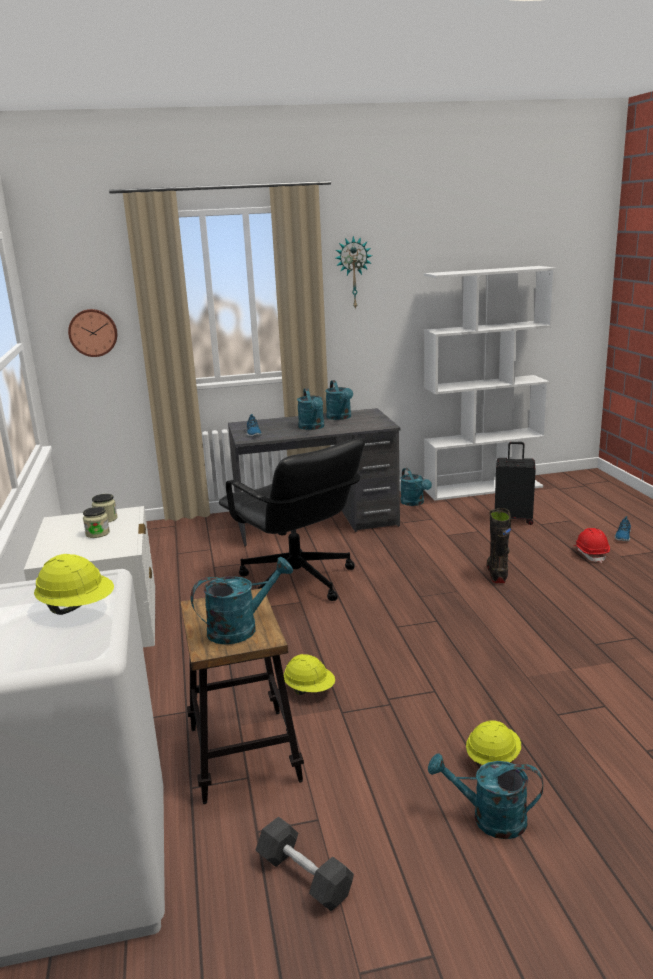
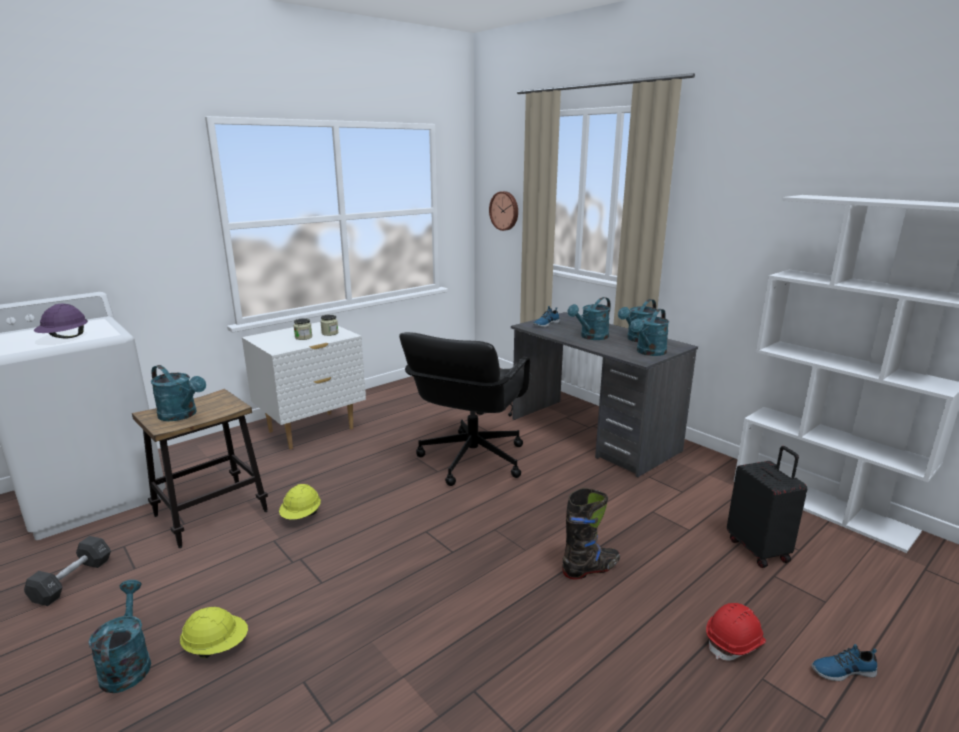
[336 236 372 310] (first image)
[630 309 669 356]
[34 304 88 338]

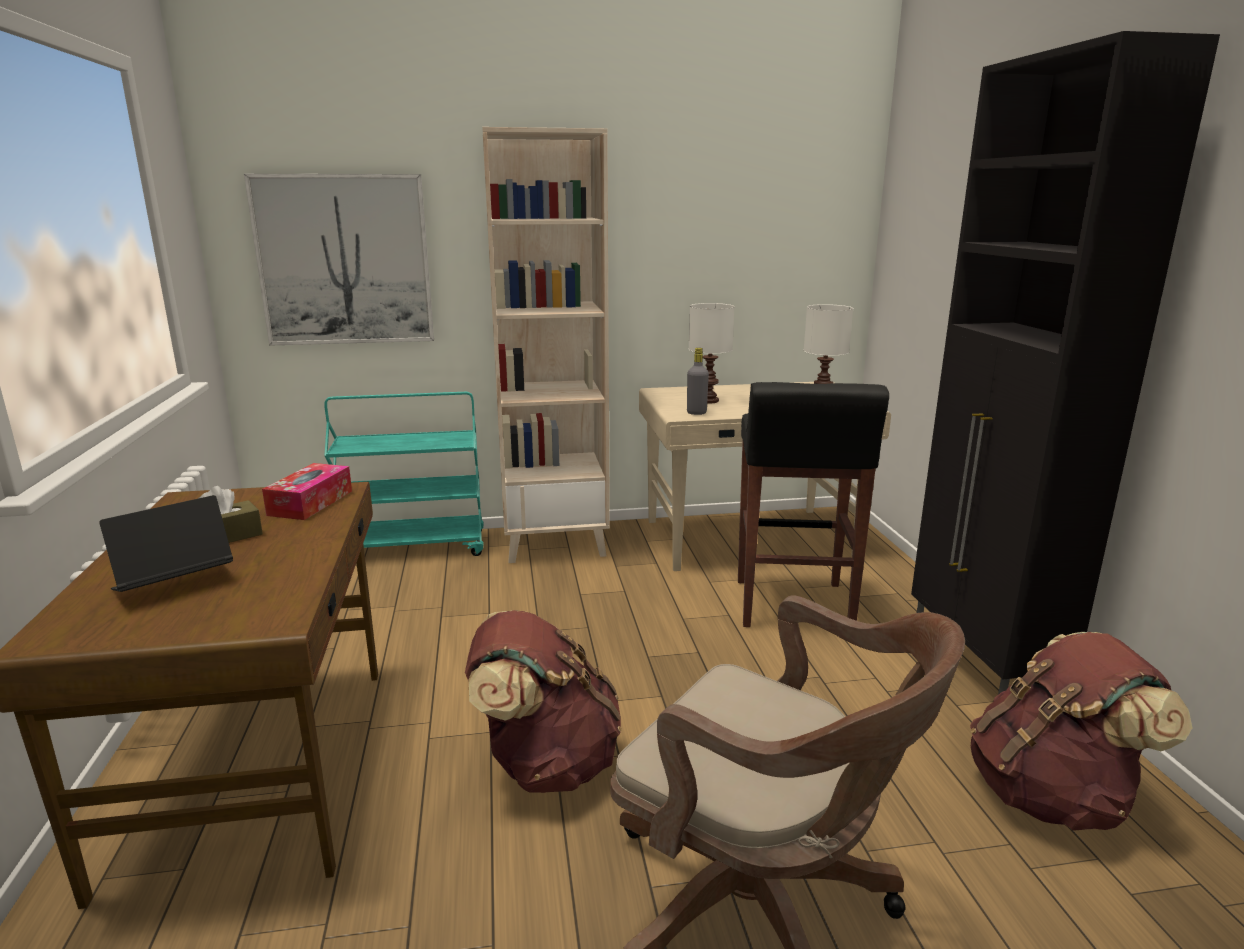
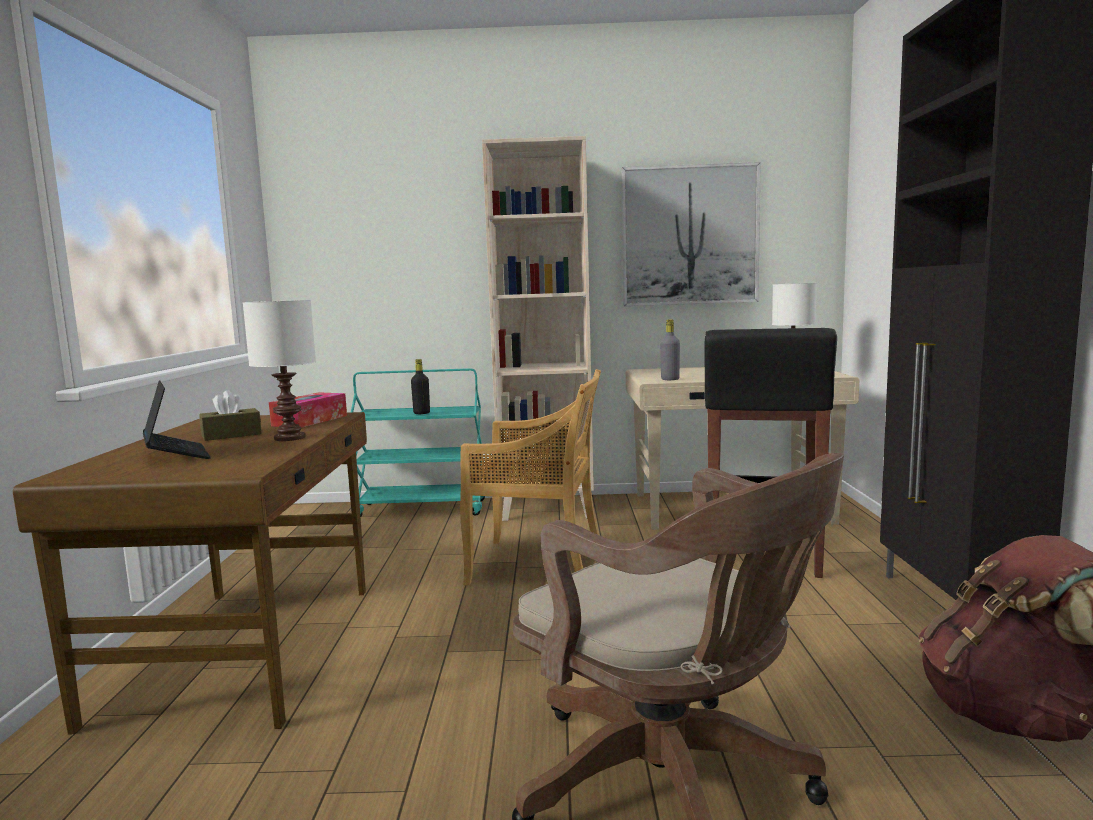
[622 162 761 306]
[243 300 316 441]
[143 380 211 459]
[465 610 621 793] (first image)
[411 359 430 414]
[460 369 601 586]

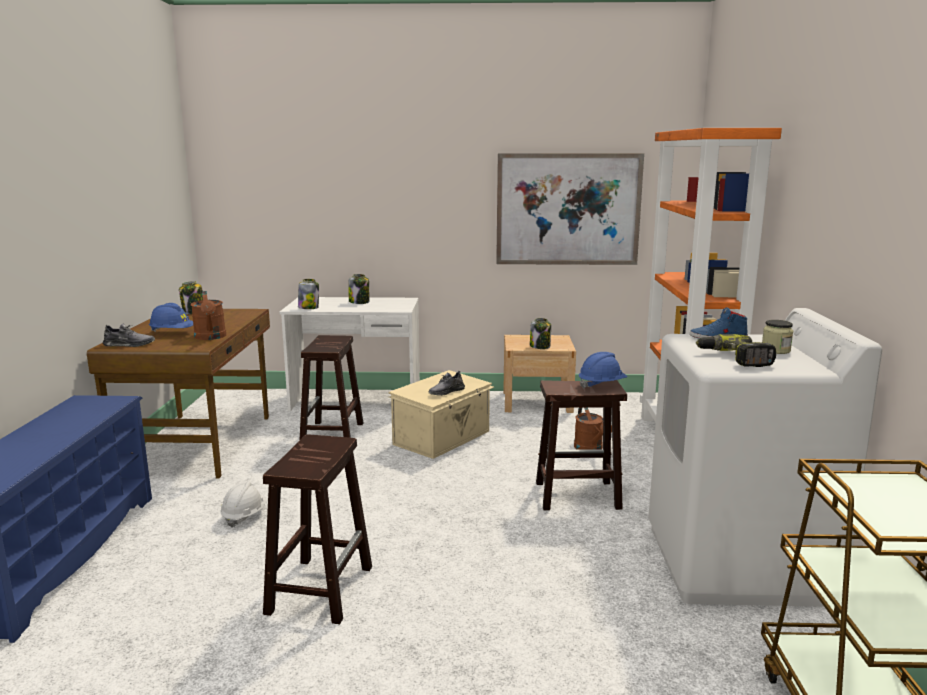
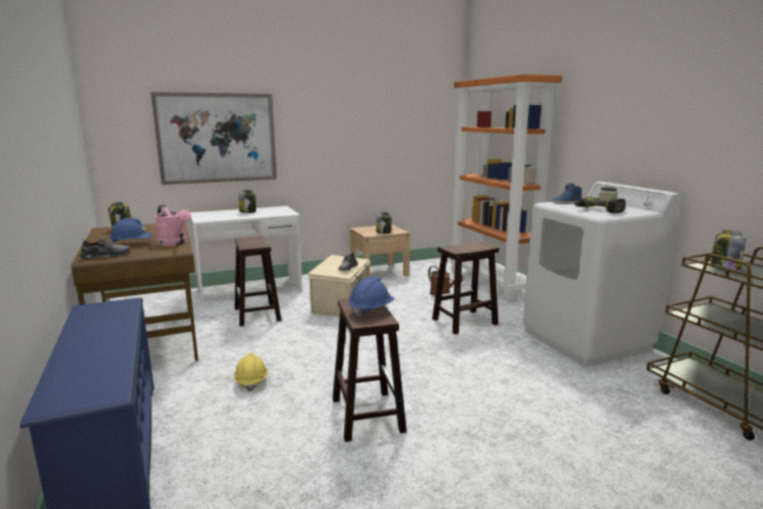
[151 92 277 185]
[710 230 747 270]
[155 205 191 246]
[349 276 395 317]
[234 353 268 392]

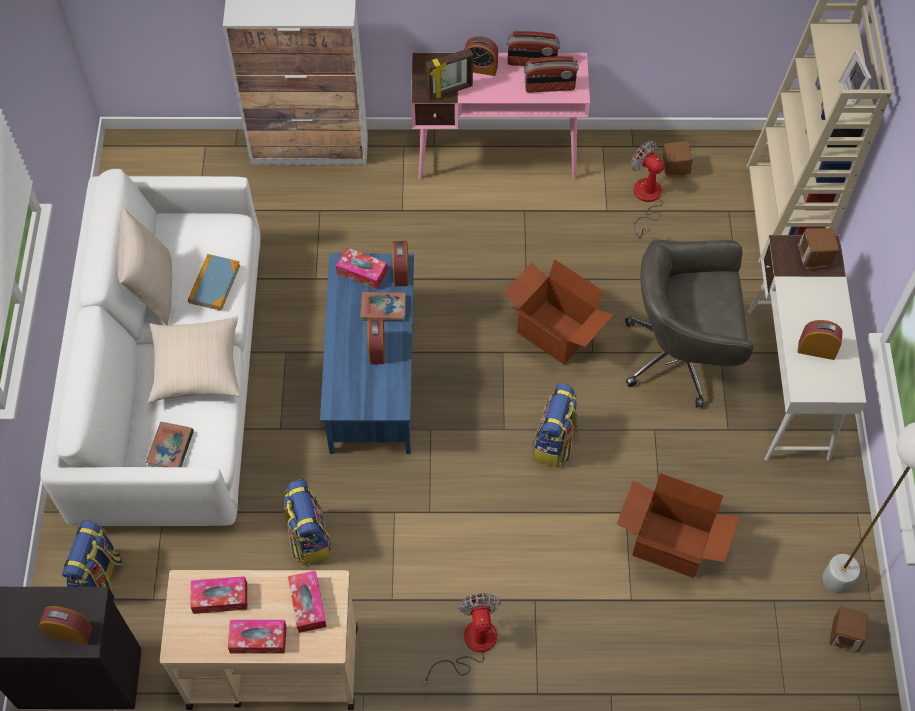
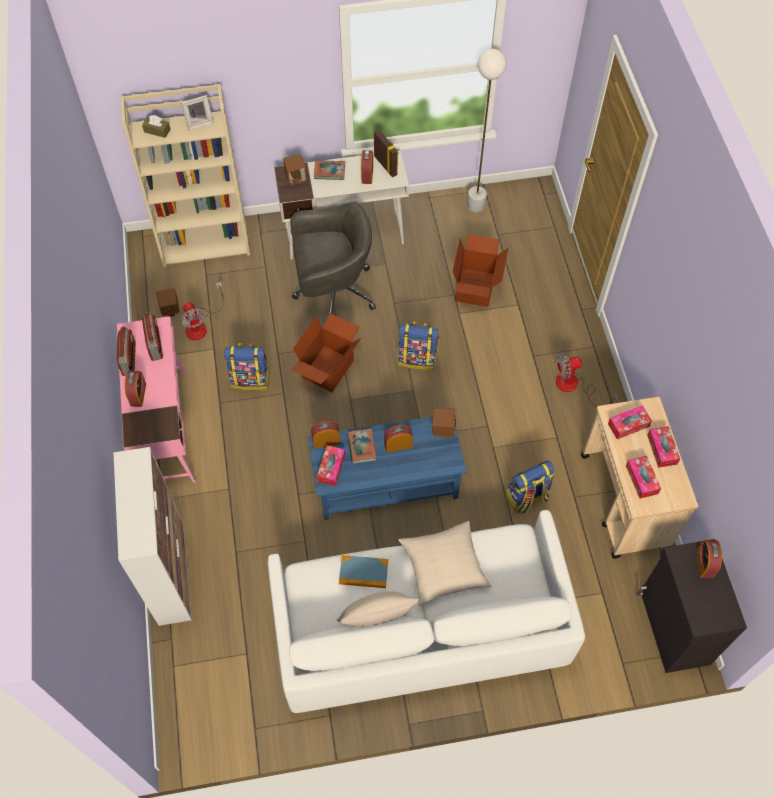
[374 130 399 177]
[180 282 223 340]
[290 202 376 314]
[314 160 345 180]
[224 343 270 390]
[432 408 456 438]
[142 115 171 138]

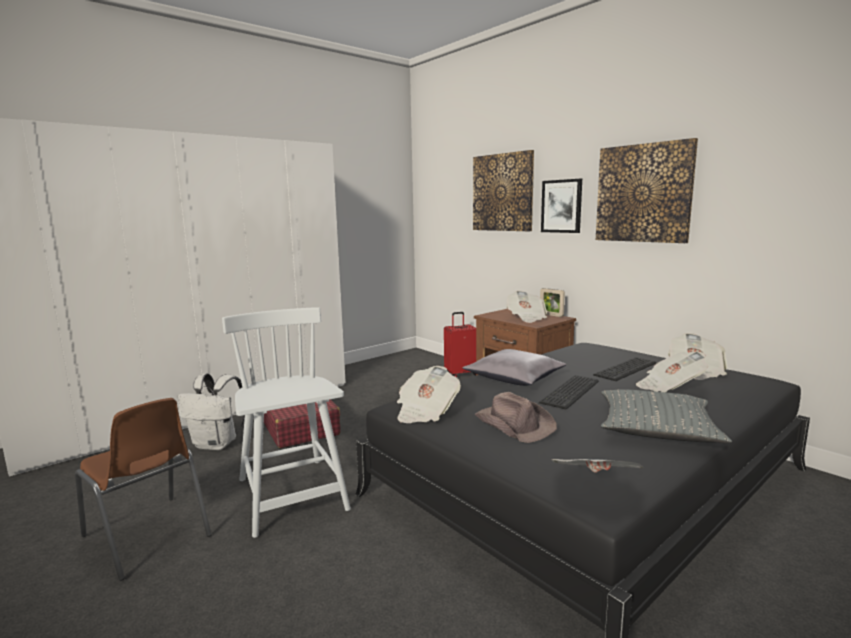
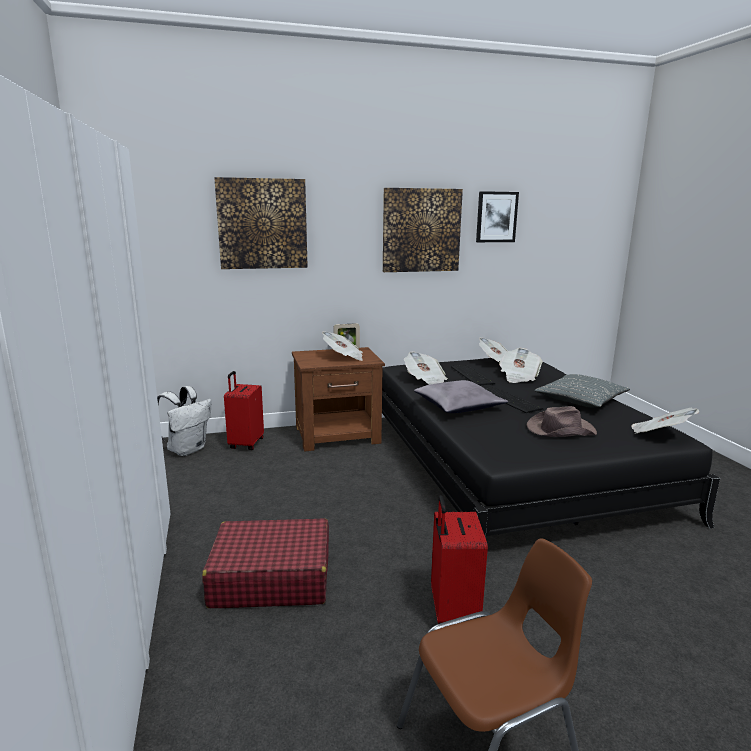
[476 191 519 242]
[431 495 488 624]
[404 351 448 385]
[157 386 212 456]

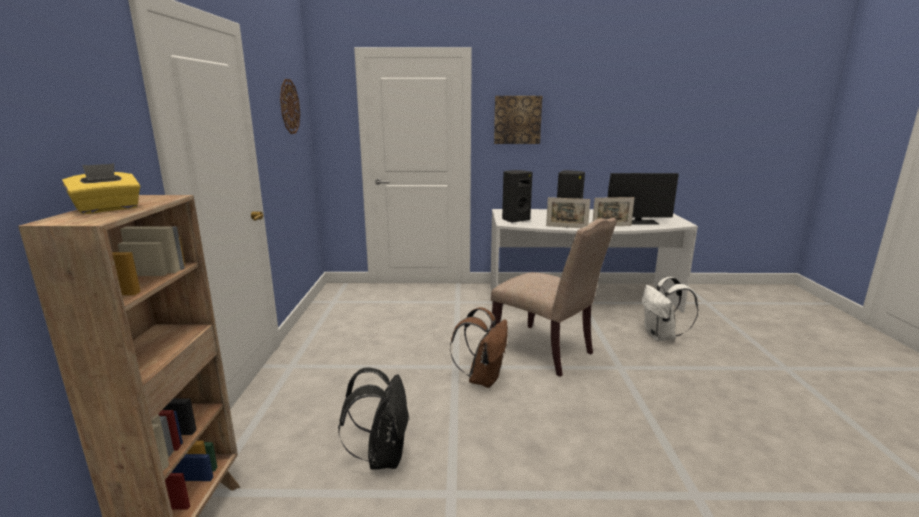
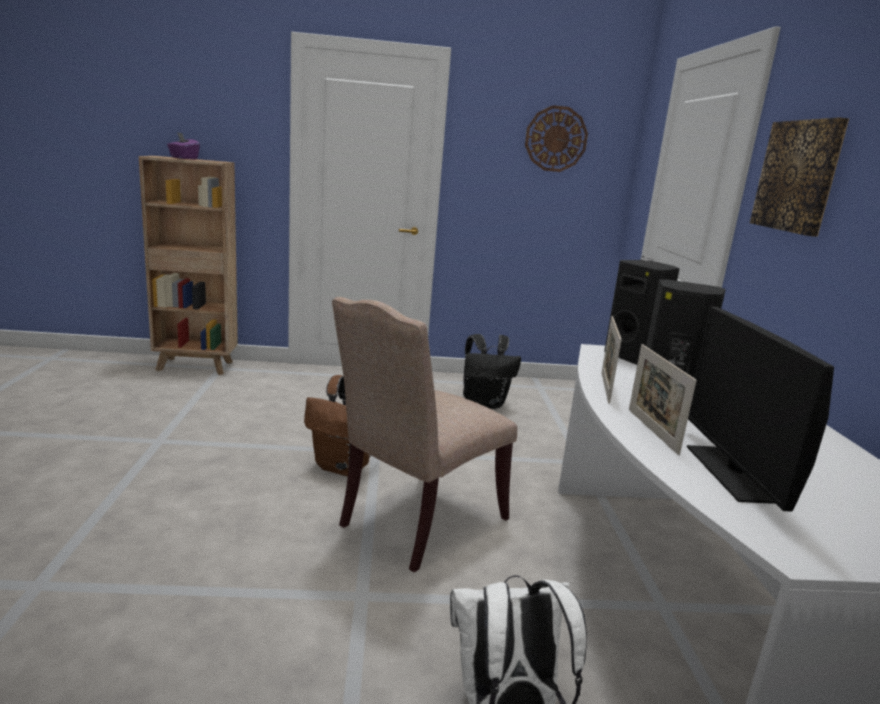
[167 132 200 159]
[463 334 521 409]

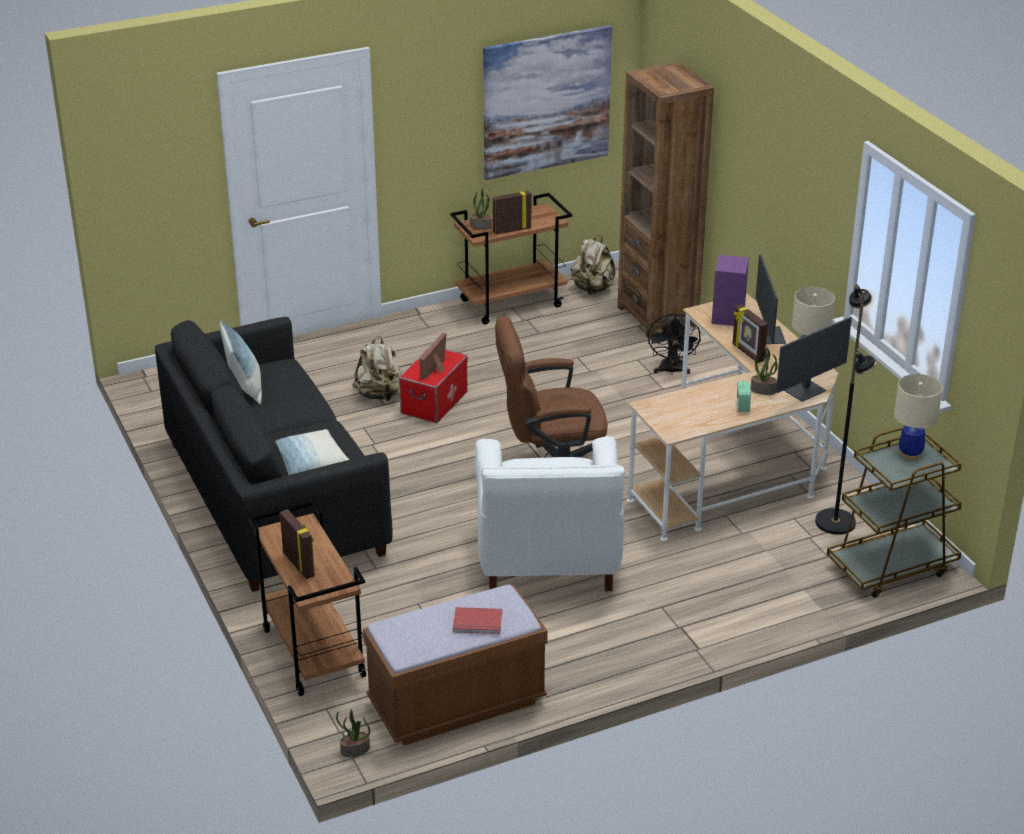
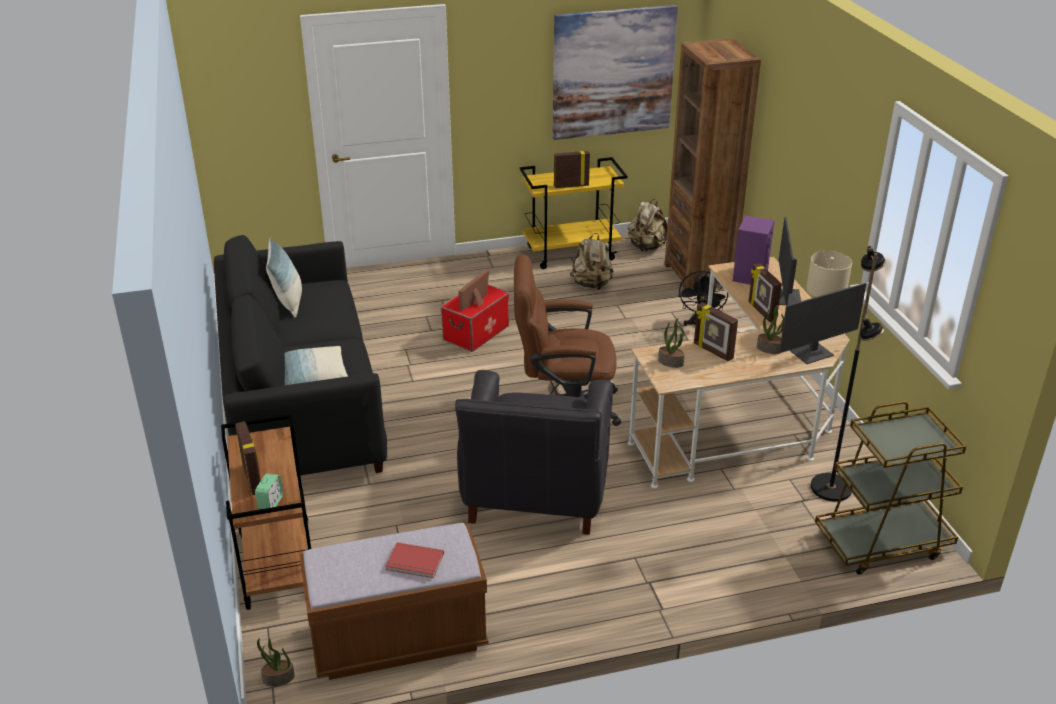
[658 318 684 368]
[519 157 628 269]
[570 233 614 290]
[894 374 943 460] (first image)
[255 474 283 510]
[455 370 613 535]
[694 302 738 361]

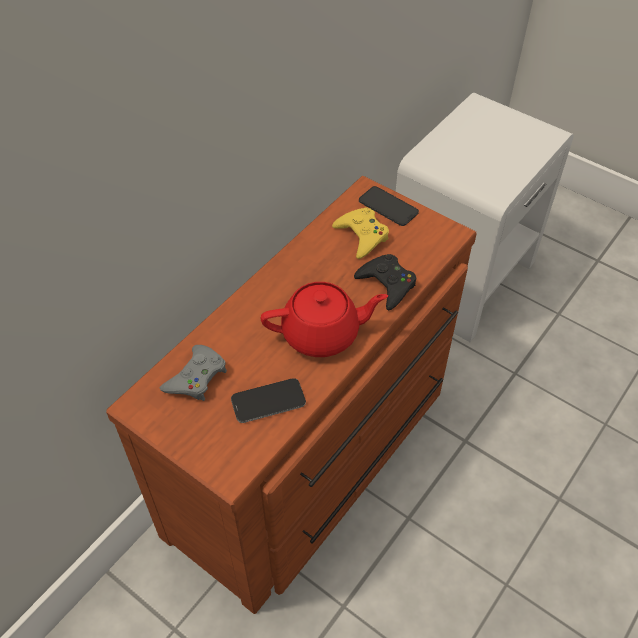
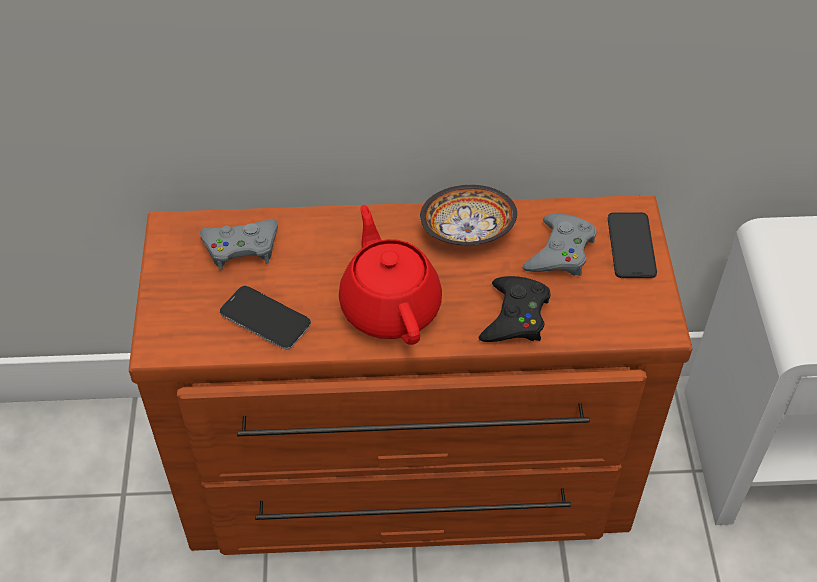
[522 214 596 276]
[339 205 442 345]
[420 185 517 245]

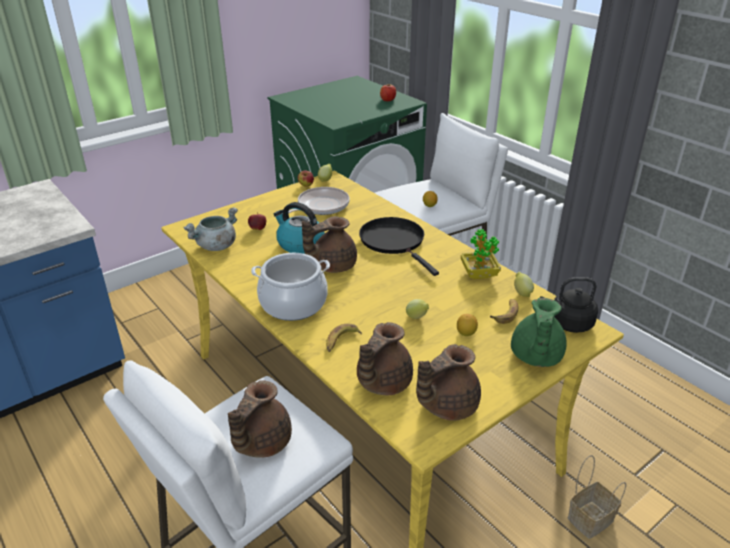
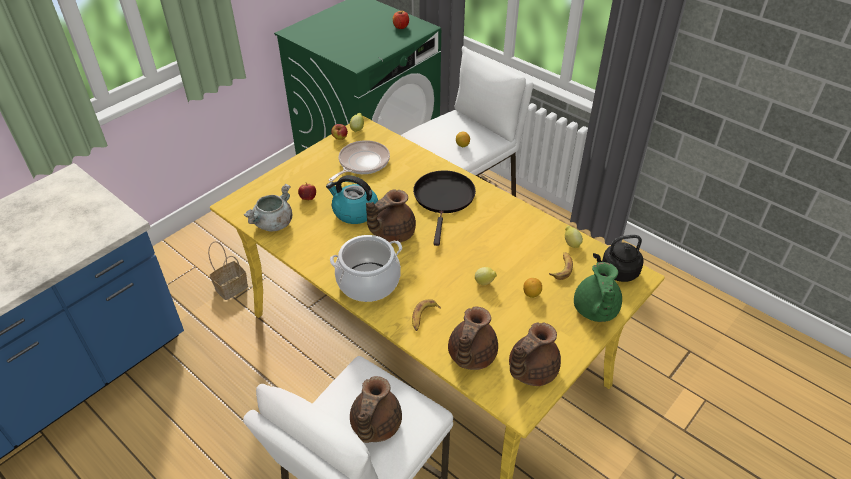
[413 170 476 246]
[461 229 501 279] (first image)
[208 241 248 300]

